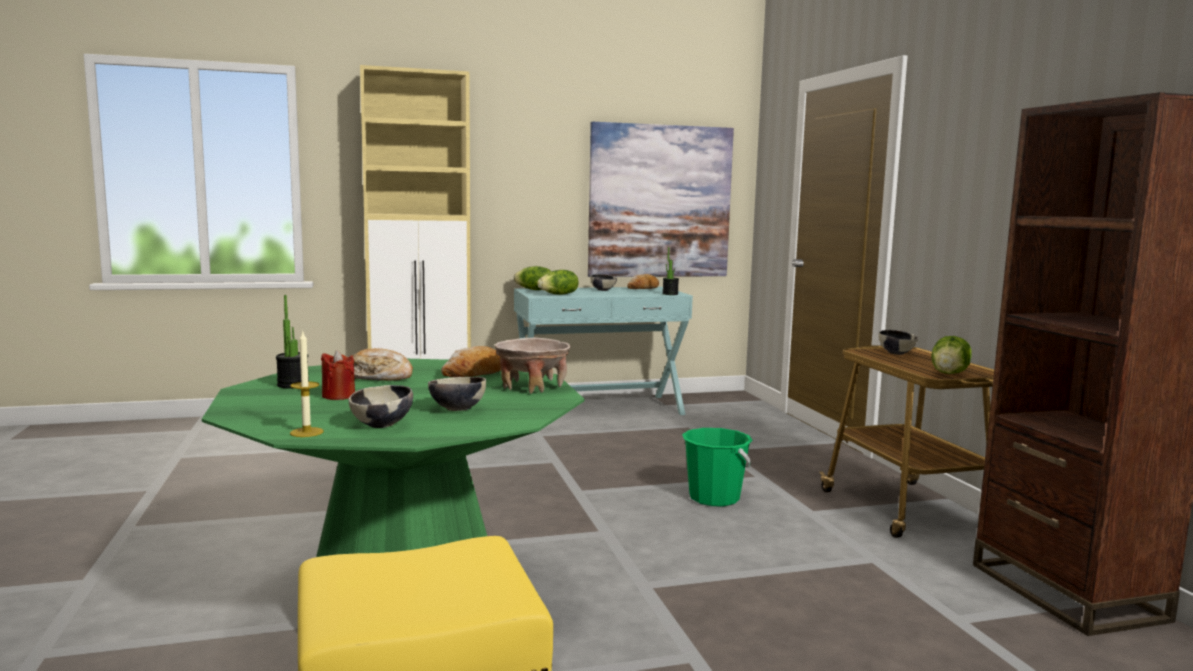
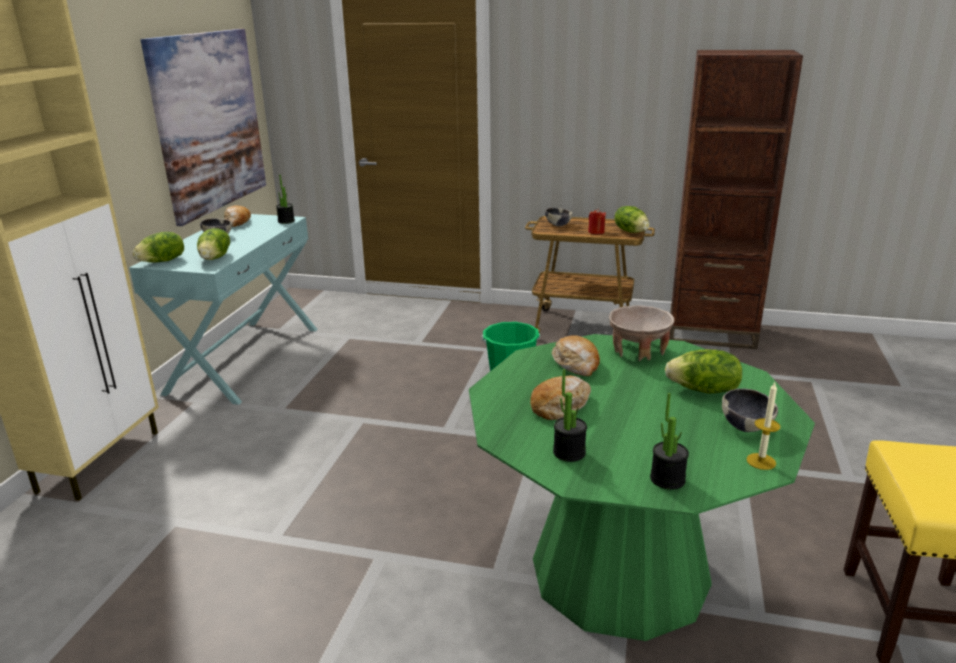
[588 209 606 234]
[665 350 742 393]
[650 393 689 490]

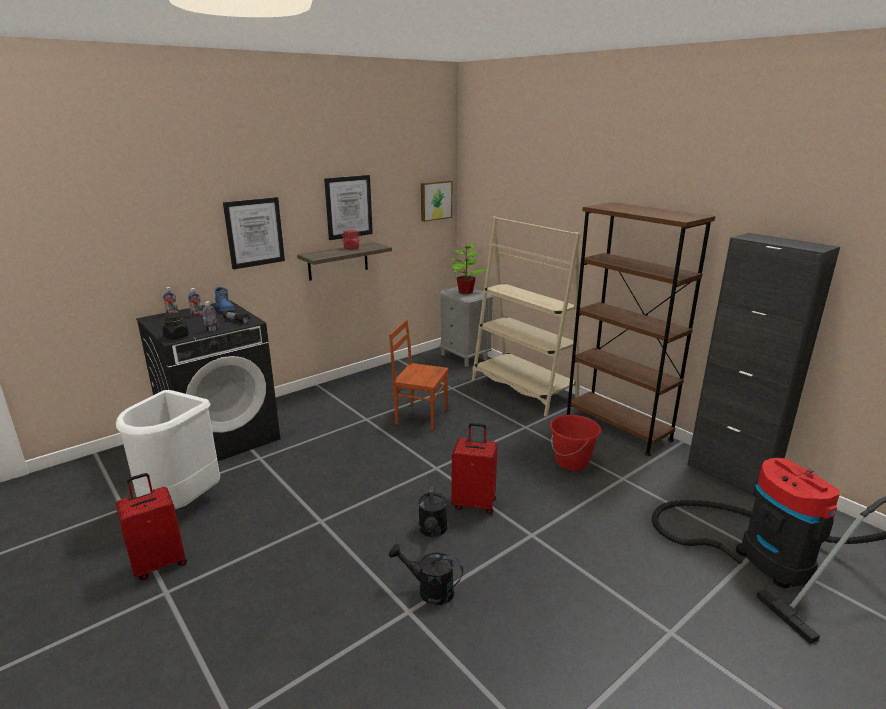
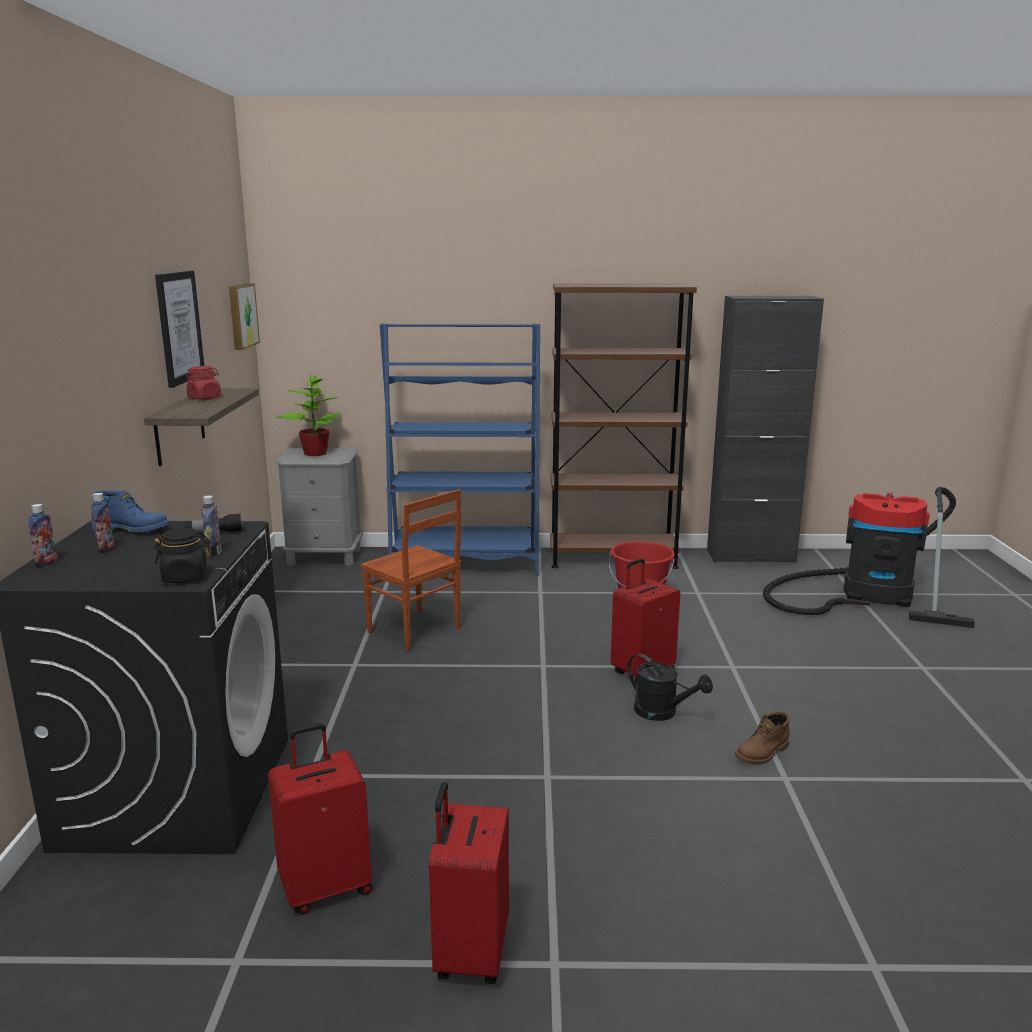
[223 197 285 269] (first image)
[380 323 540 576]
[361 489 461 651]
[268 723 373 914]
[735 711 790 764]

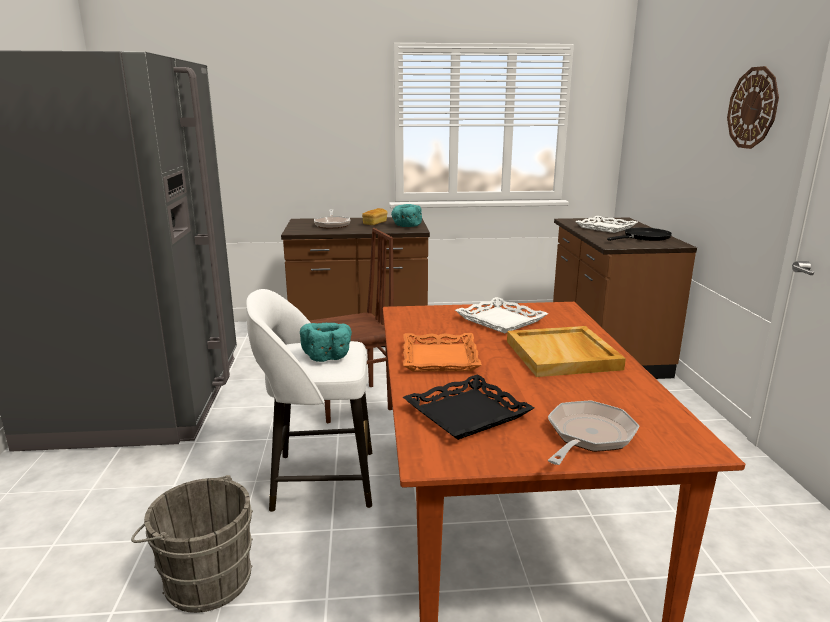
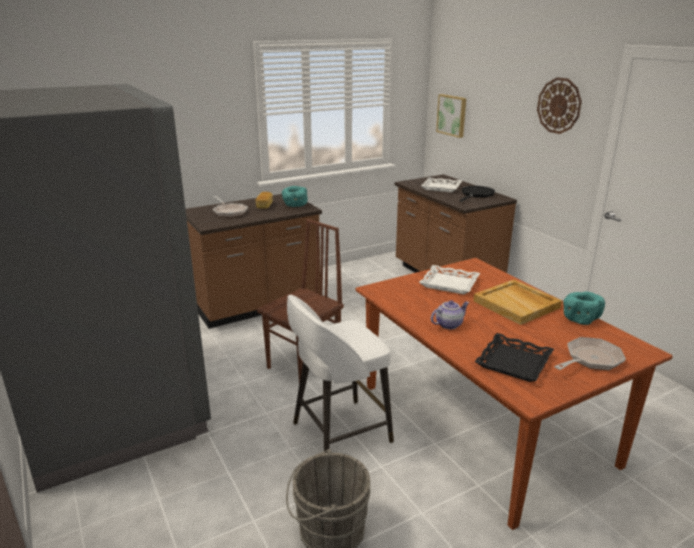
[563 291 605 325]
[431 300 469 329]
[554 337 626 370]
[436 94 466 138]

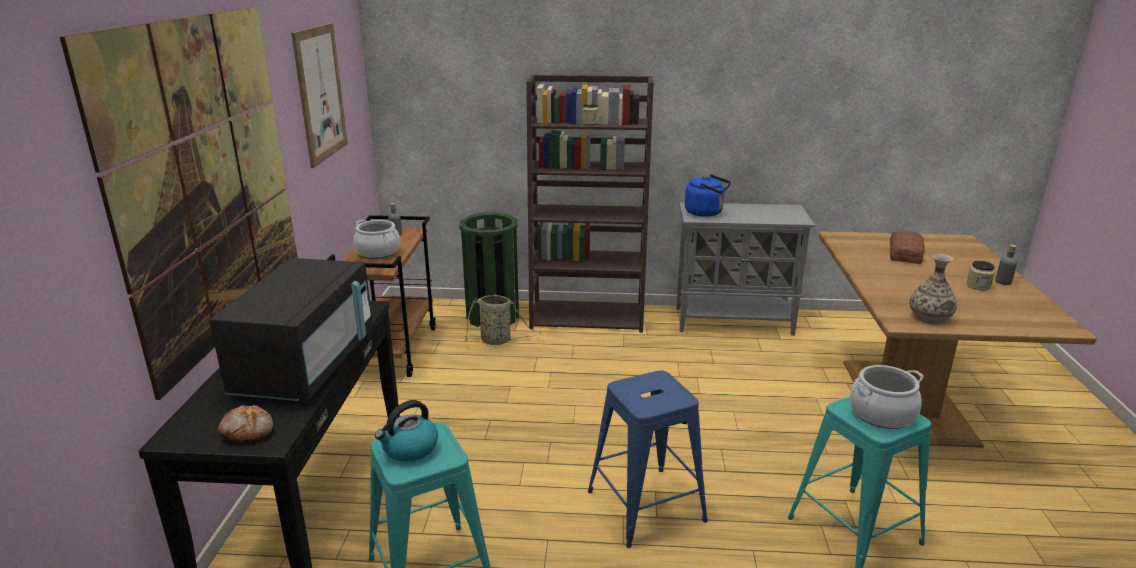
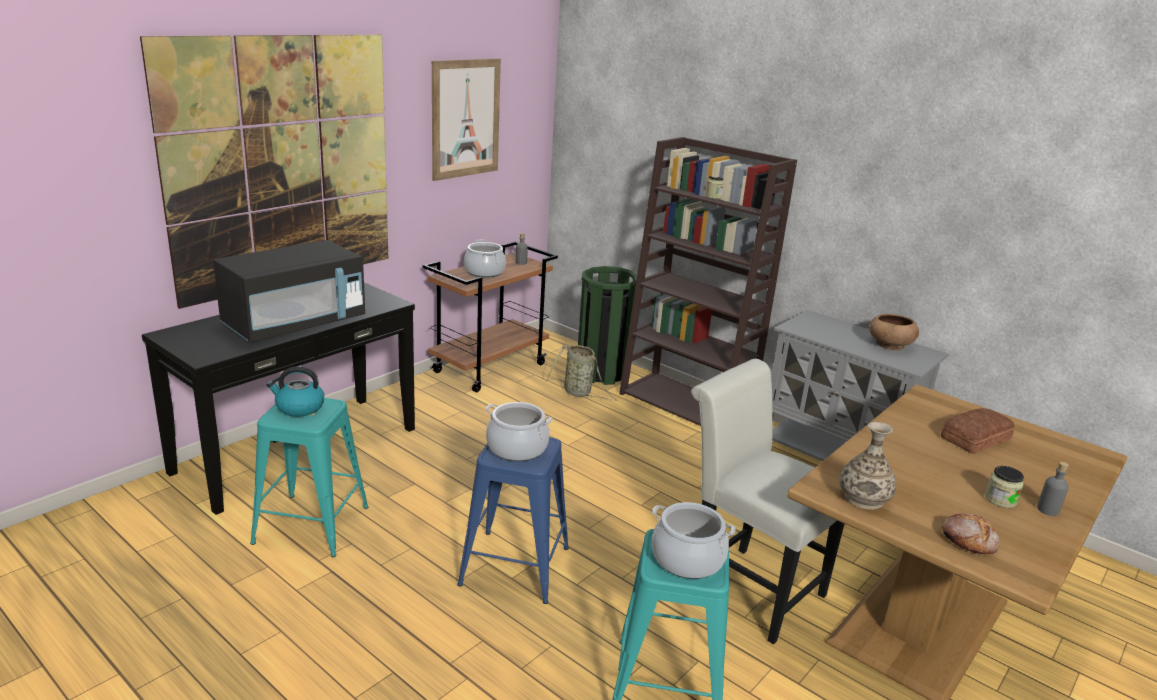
[685 175 731 217] (first image)
[942 514 1000 554]
[869 314 919 350]
[691 359 844 645]
[486 402 552 461]

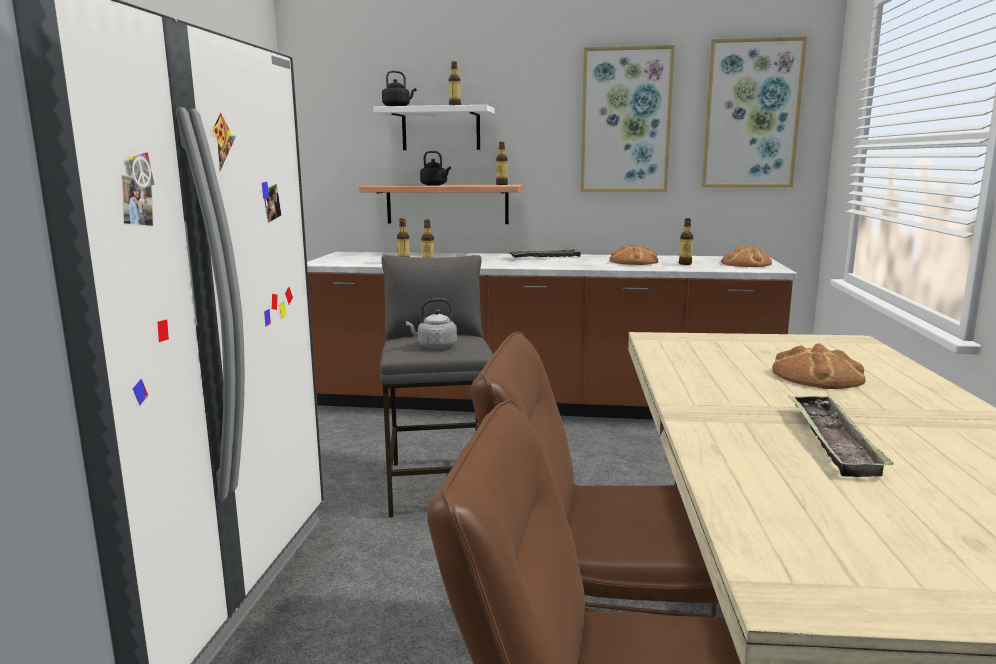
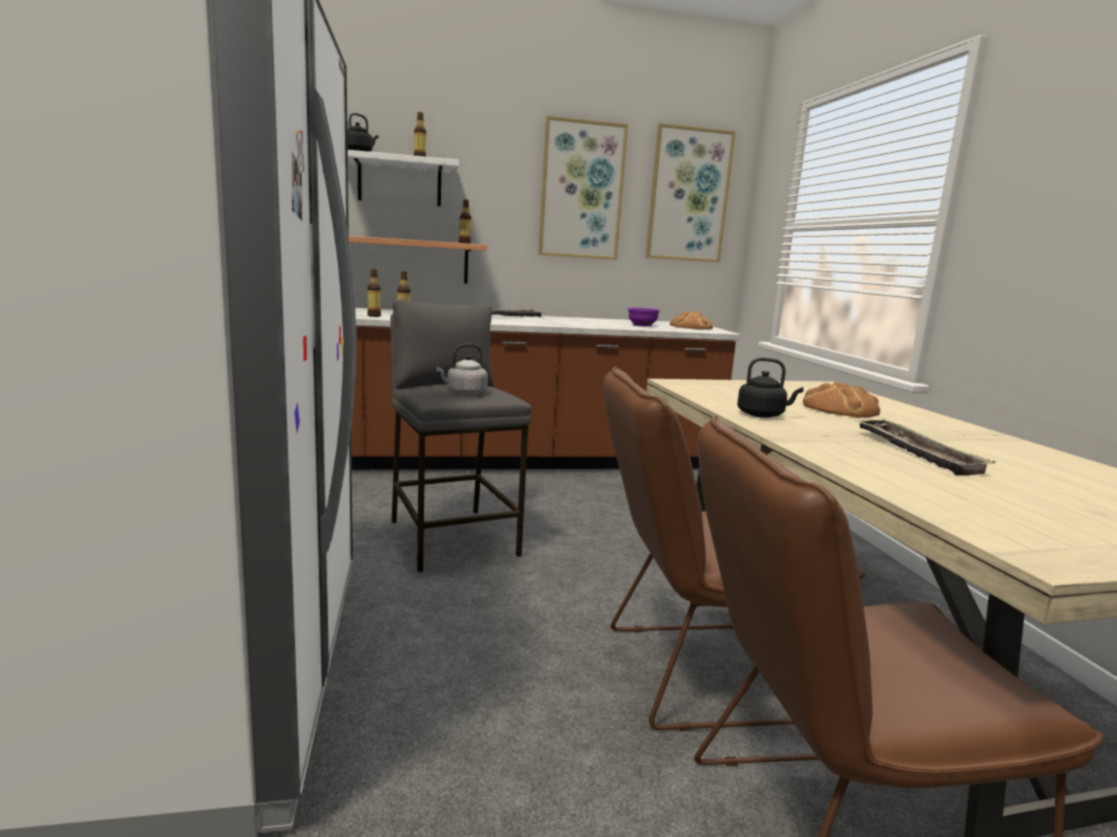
[737 358 804 418]
[628 308 660 326]
[610 244 658 265] (first image)

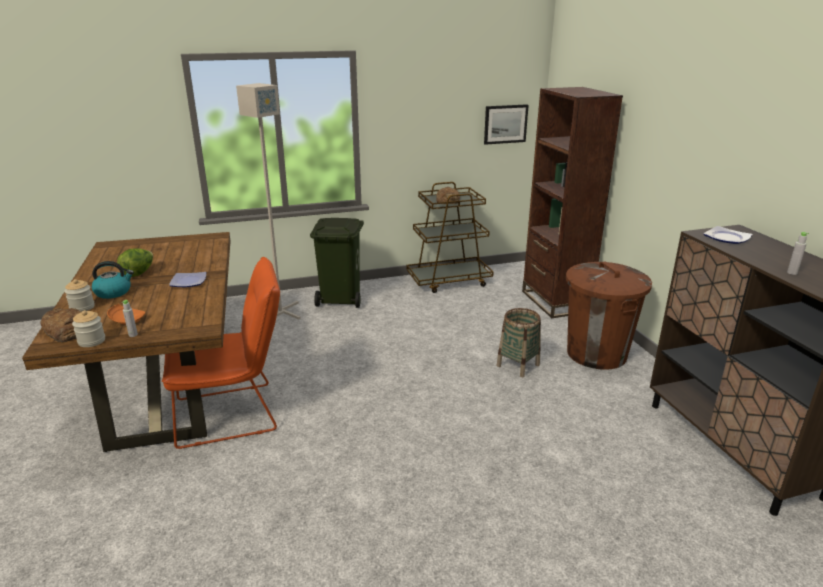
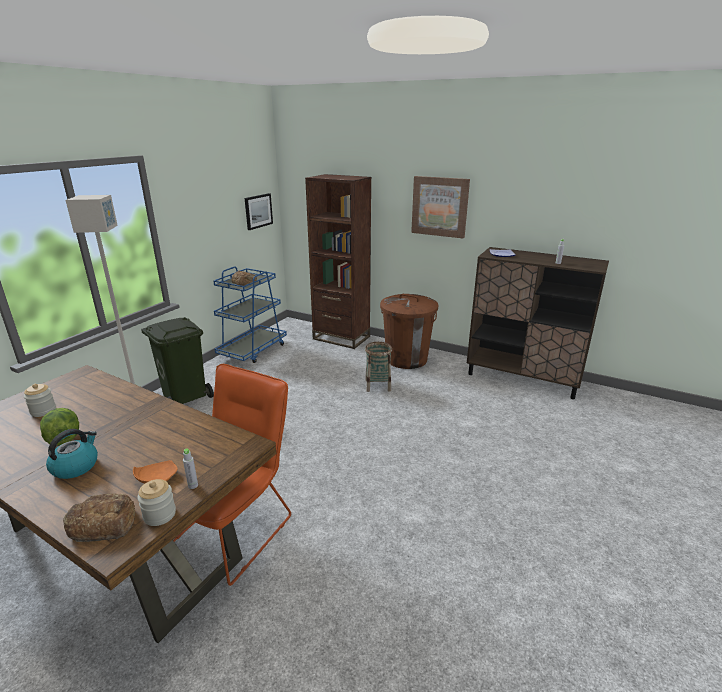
[213 266 287 363]
[169 272 206 287] (first image)
[24 384 56 417]
[411 176 470 238]

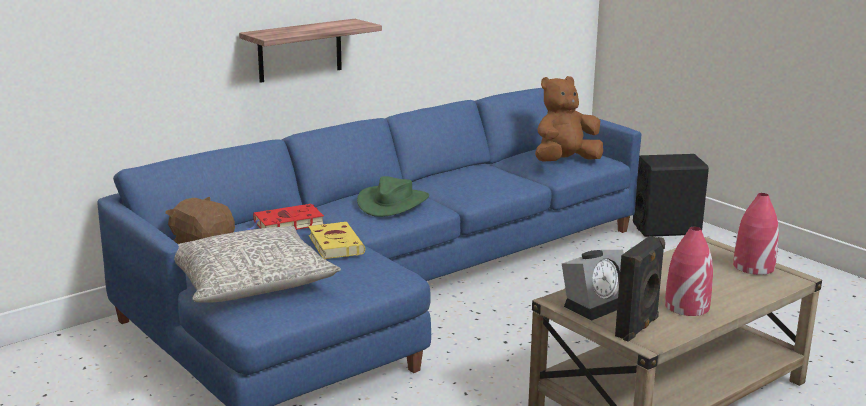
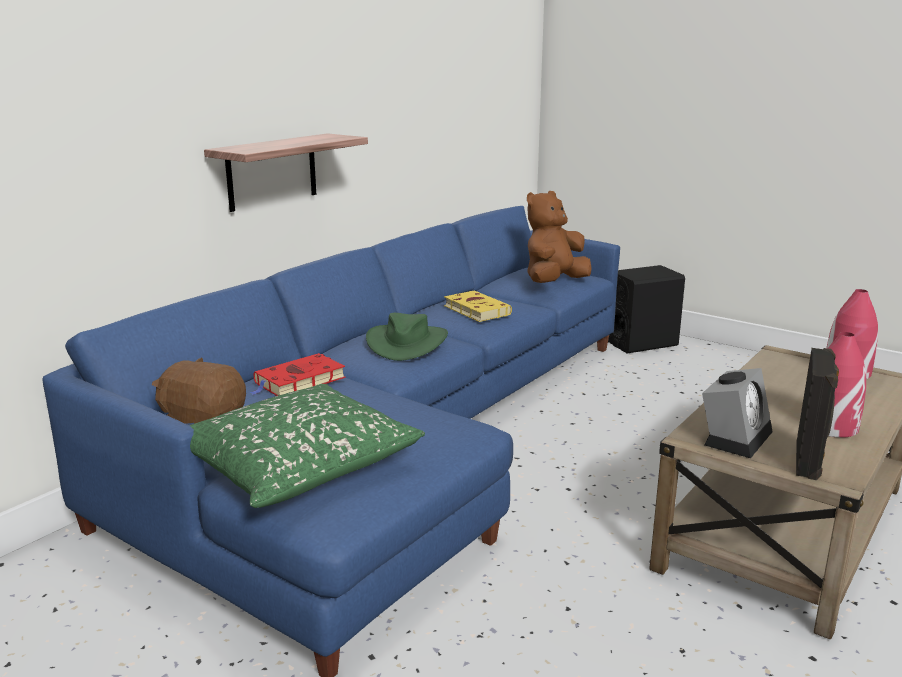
[444 291 512 322]
[189 384 425 508]

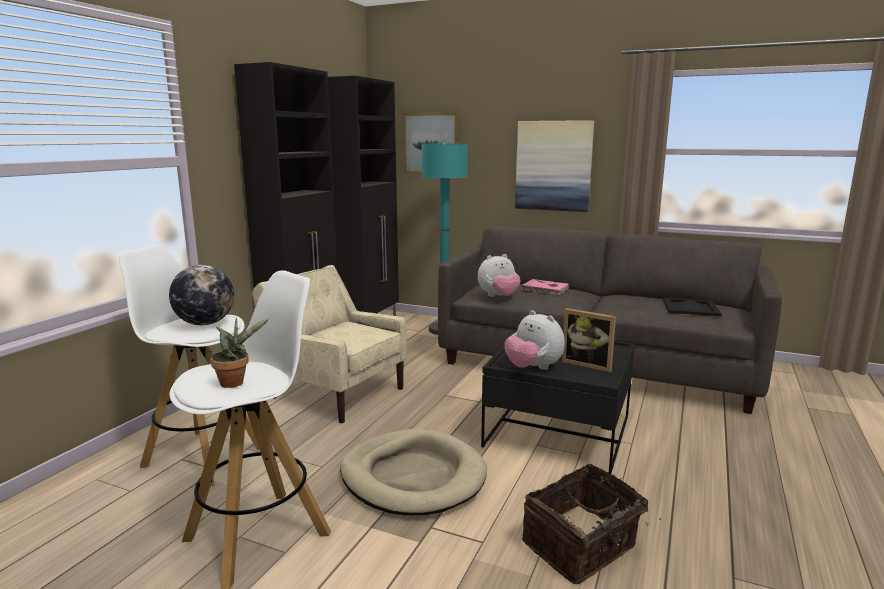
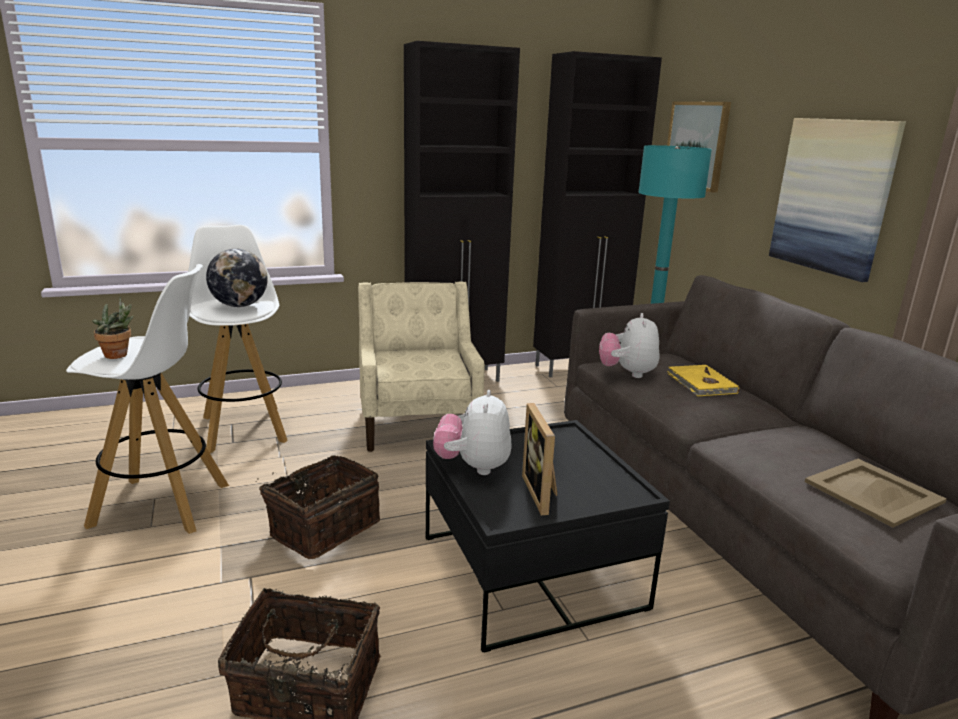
[599 313 660 378]
[667 365 739 396]
[805 459 947 527]
[256 455 380 559]

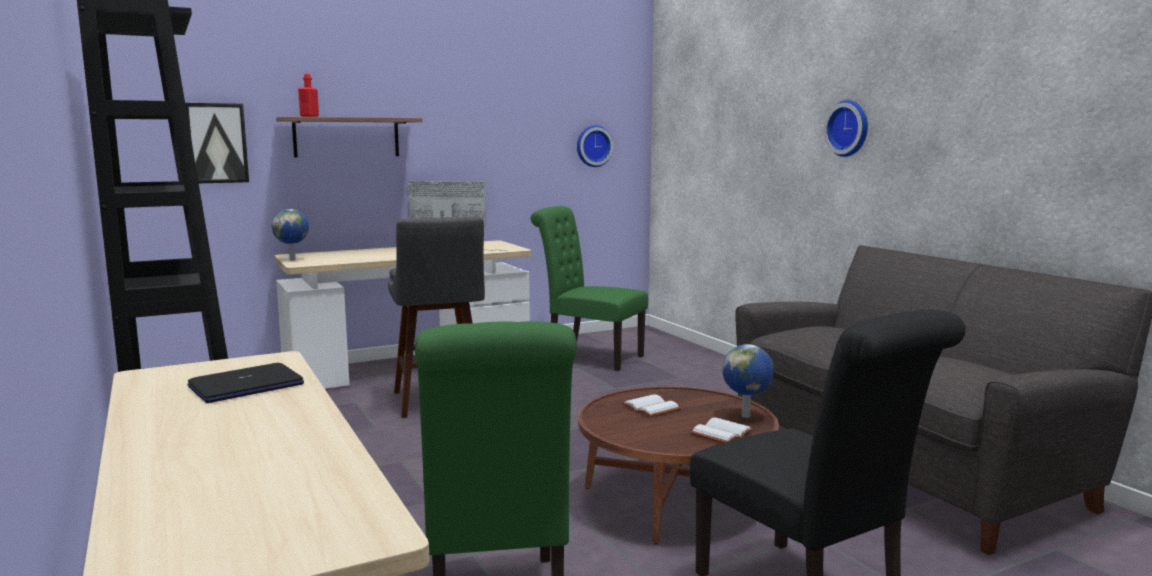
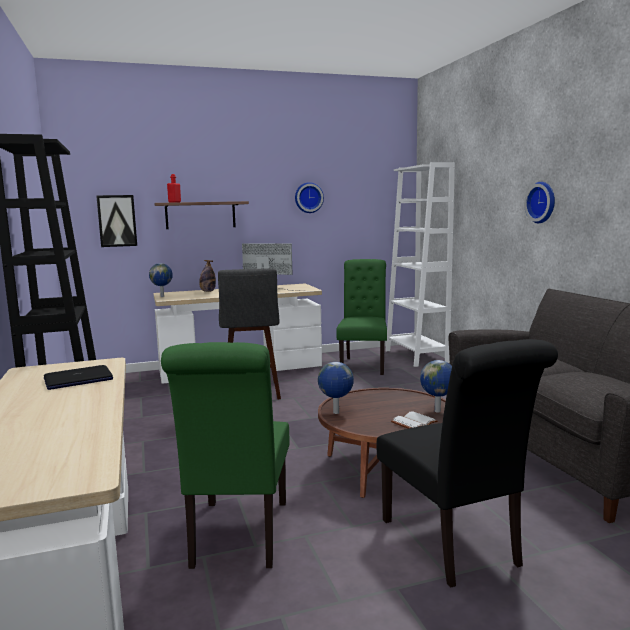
[295 182 324 213]
[336 259 387 375]
[622 394 682 417] (first image)
[386 162 455 367]
[199 260 216 292]
[318 362 354 414]

